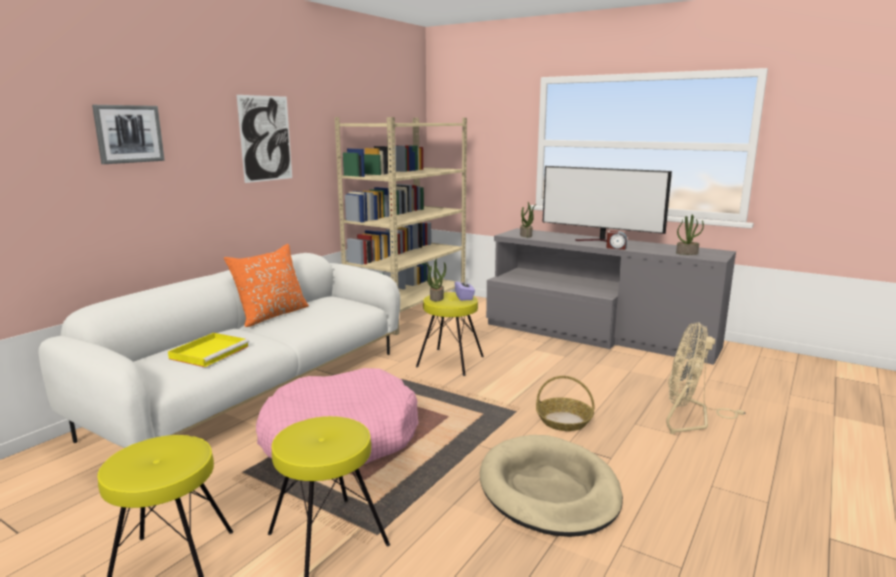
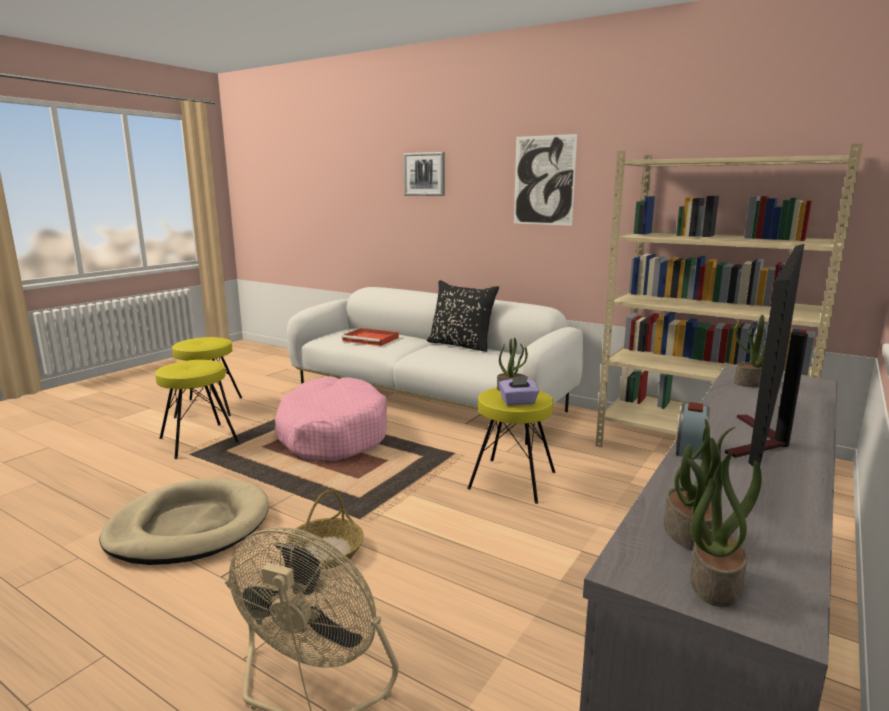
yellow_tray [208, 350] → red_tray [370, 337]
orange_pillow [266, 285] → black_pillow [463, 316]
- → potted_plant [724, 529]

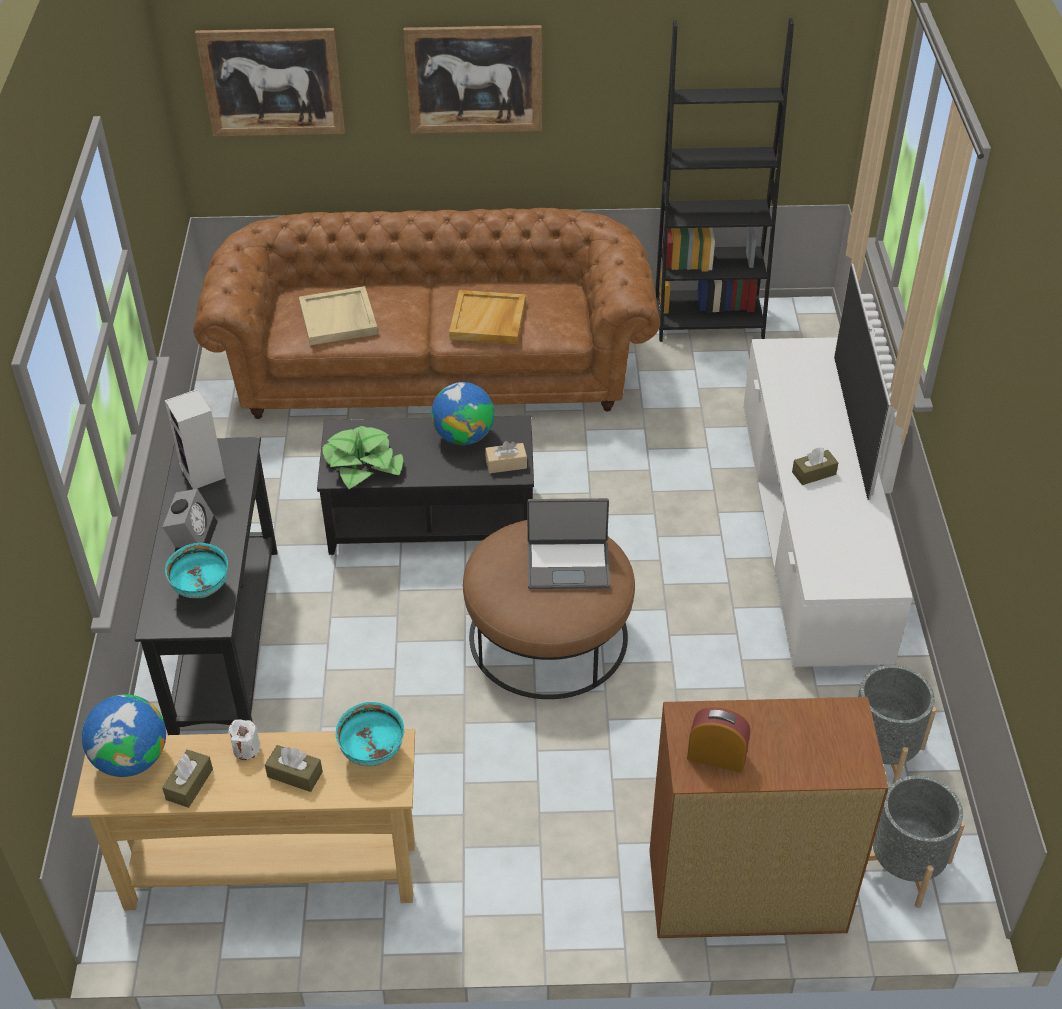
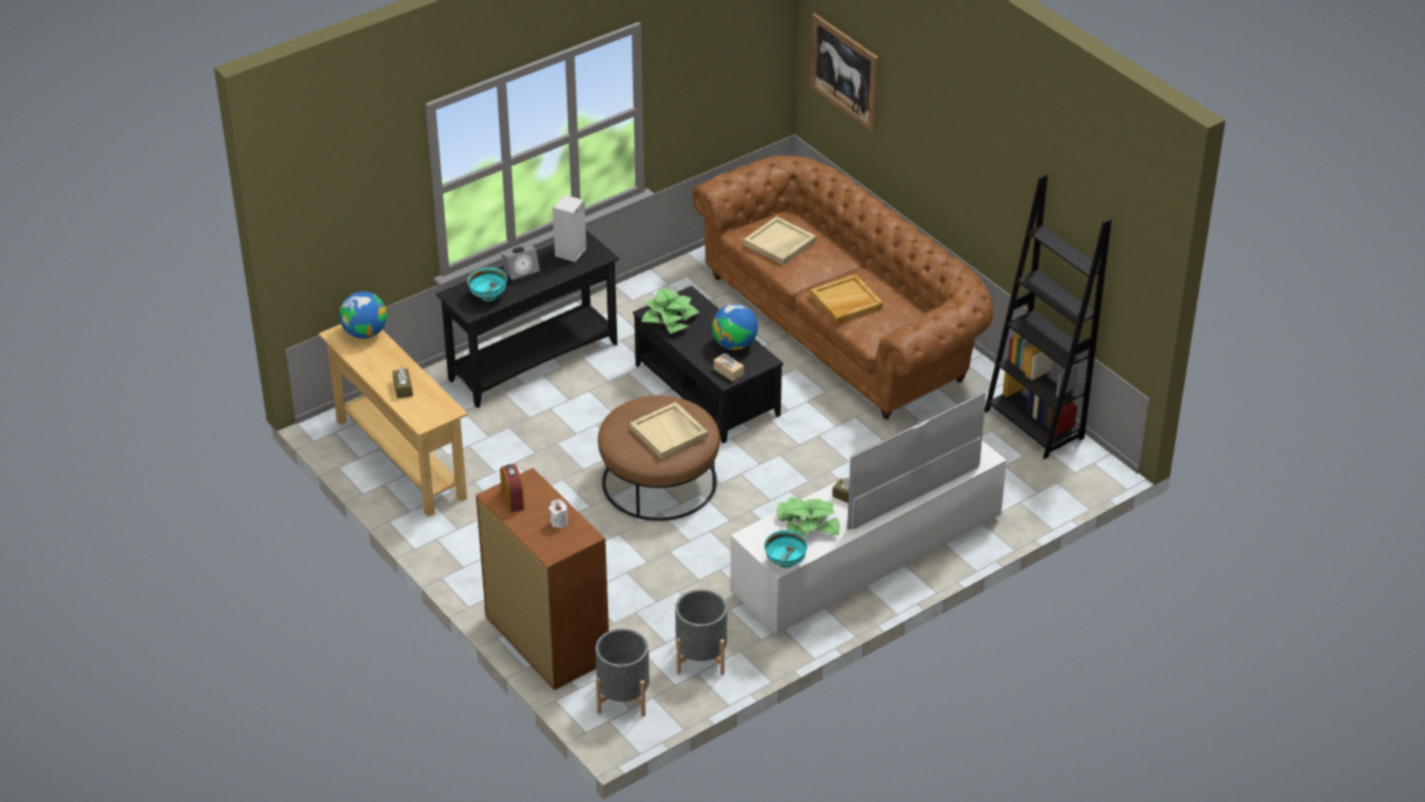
white_candle [244, 739] → white_candle [558, 514], relocated
laptop [568, 543] → beige_tray [669, 430]
turquoise_bowl [370, 734] → turquoise_bowl [786, 549], relocated
- → potted_plant [808, 517]
brown_tissue_box [187, 779] → -
picture [473, 79] → -

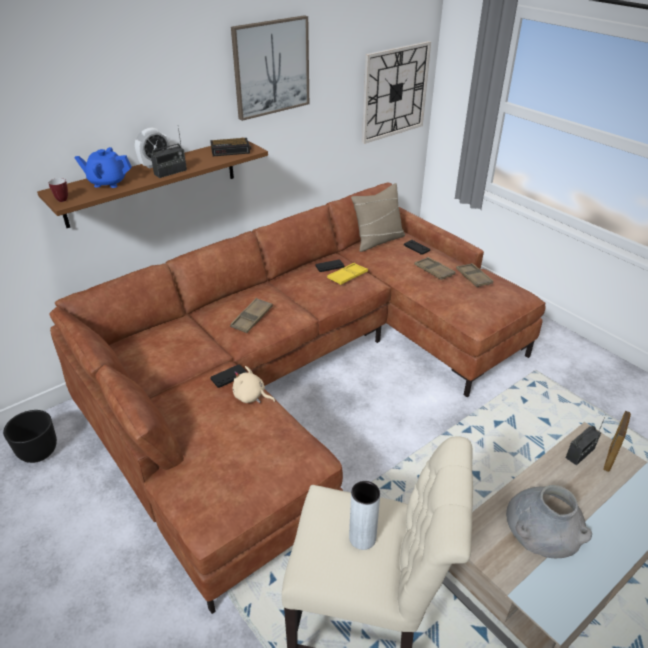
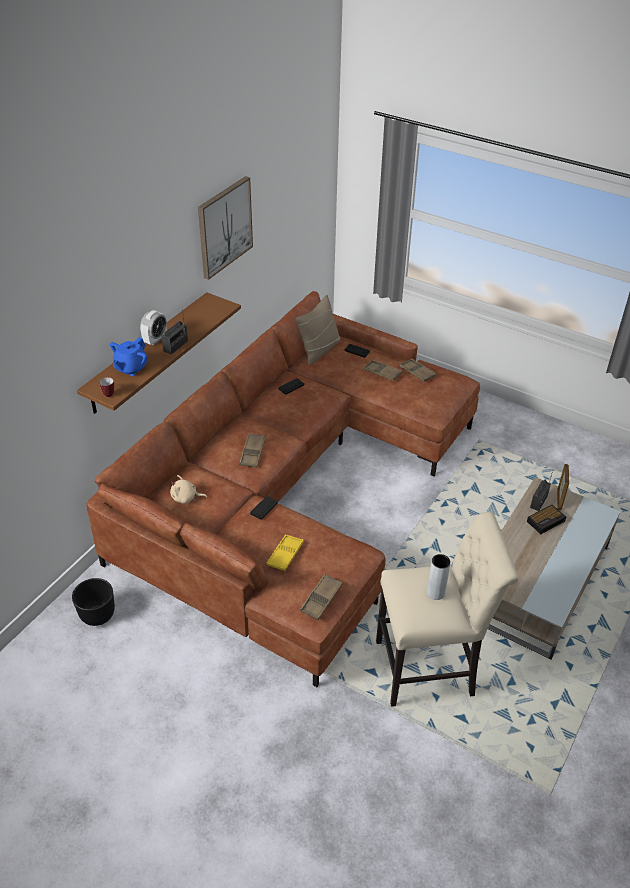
blue_teapot [103, 167] → blue_teapot [128, 356], 45 degrees counterclockwise
beige_plush_toy [254, 384] → beige_plush_toy [188, 489], relocated
yellow_tray [347, 274] → yellow_tray [285, 552], relocated
- → brown_tray [321, 597]
alarm_clock [230, 147] → alarm_clock [546, 519], relocated
wall_clock [396, 92] → -
grey_vase [549, 521] → -

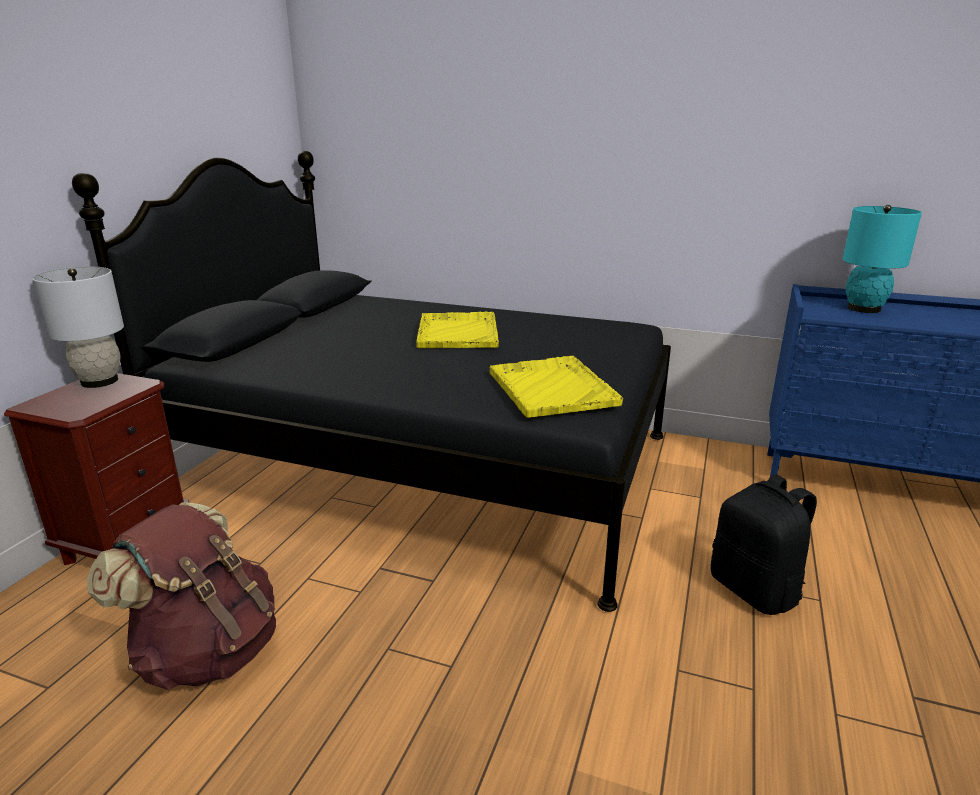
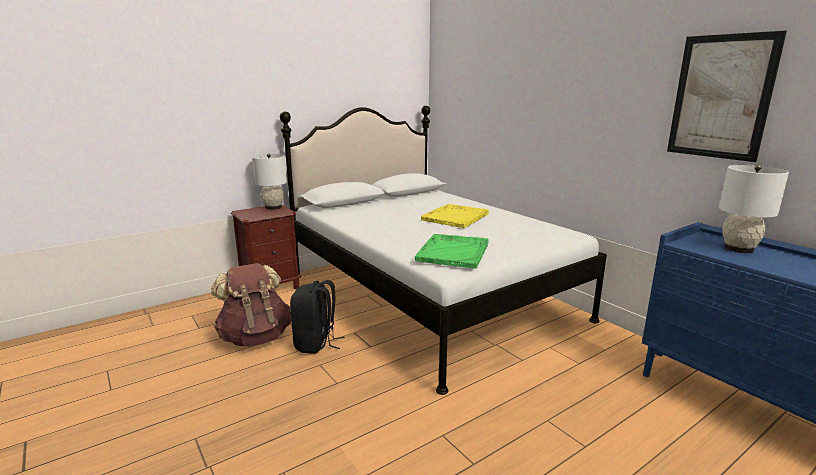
black_bed [371, 381] → white_bed [443, 250]
black_backpack [764, 544] → black_backpack [317, 317], relocated
yellow_tray [556, 387] → green_tray [452, 251]
- → picture [727, 96]
turquoise_table_lamp [882, 259] → white_table_lamp [754, 209]

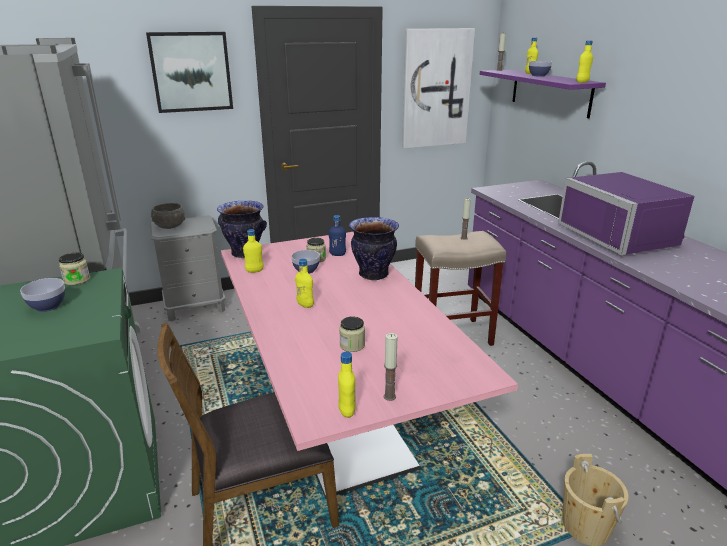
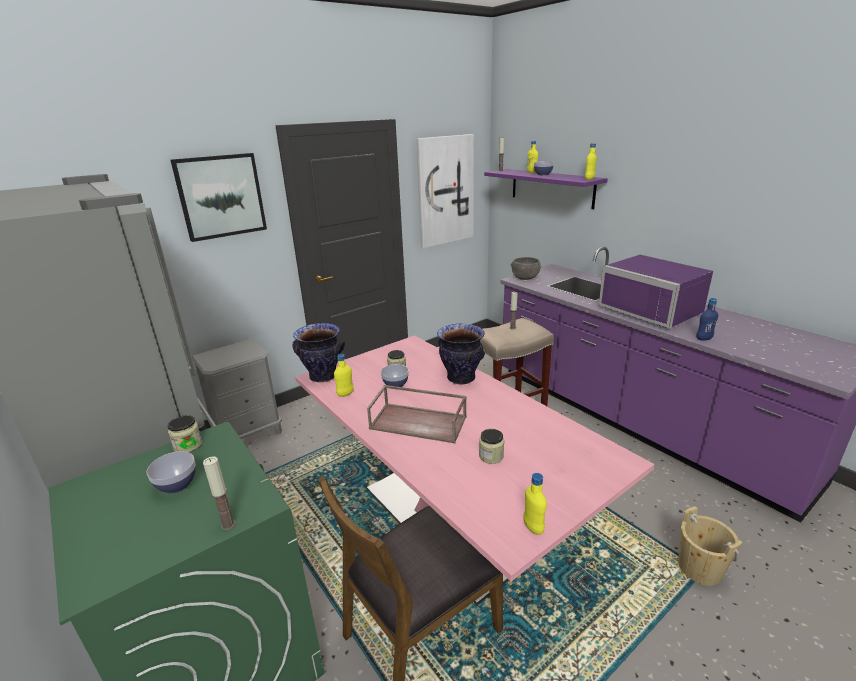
candle [390, 367] → candle [219, 493], relocated
yellow_bottle [304, 283] → brown_tray [417, 414]
grey_bowl [168, 216] → grey_bowl [525, 268], relocated
blue_bottle [337, 235] → blue_bottle [707, 319], relocated

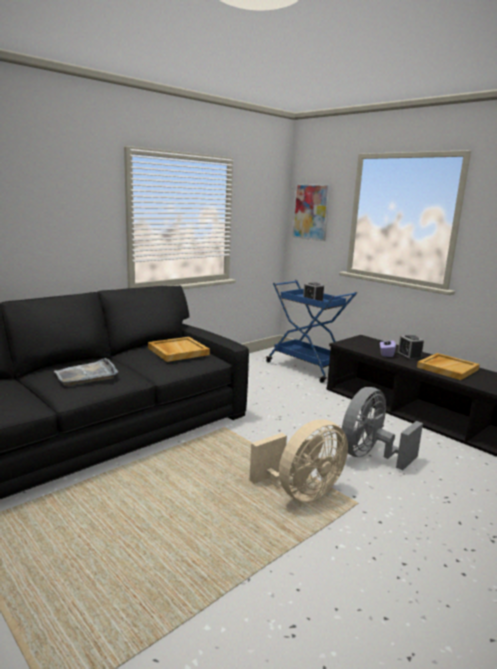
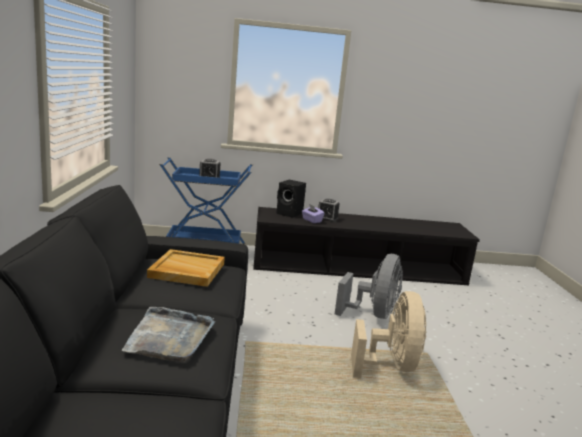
- → black_speaker [291, 199]
grey_fan [382, 428] → grey_fan [369, 286], 150 degrees counterclockwise
picture [311, 212] → -
beige_tray [448, 366] → -

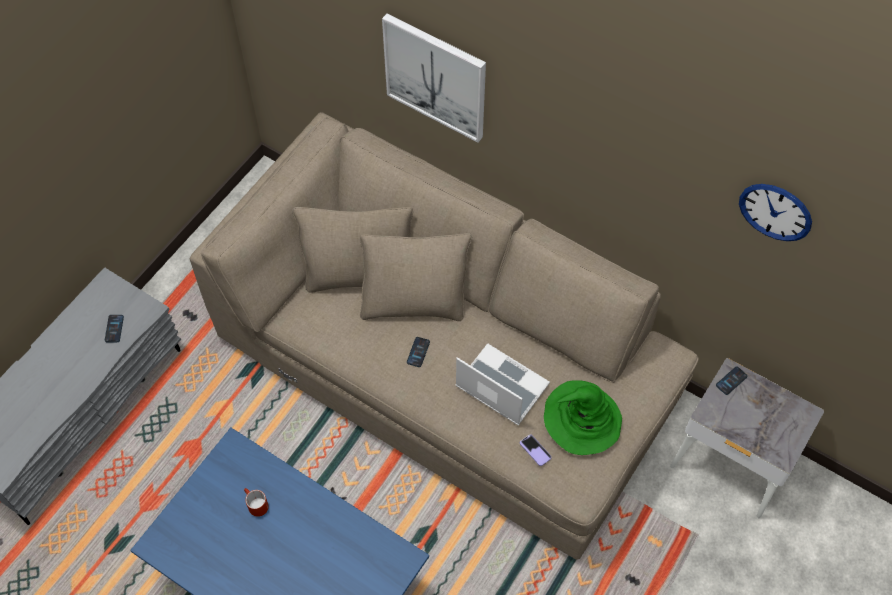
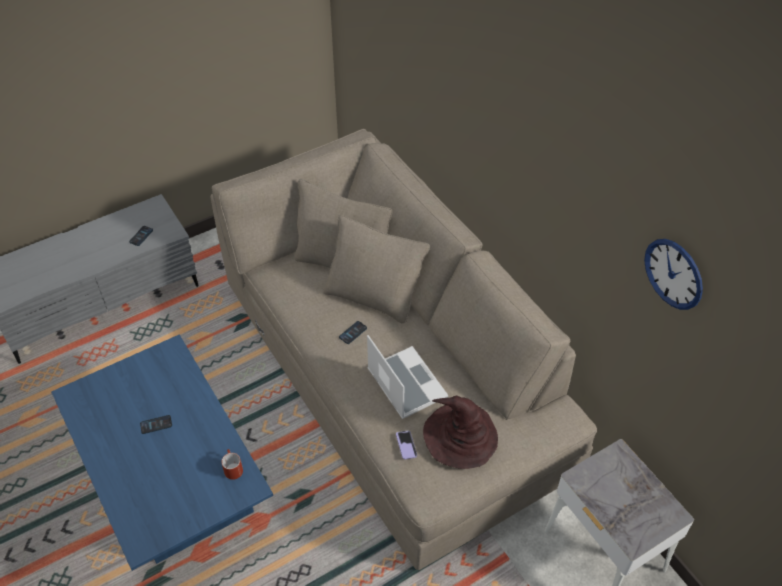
phone [731, 380] → phone [156, 424], relocated
red_mug [256, 502] → red_mug [232, 464], relocated
green_hat [583, 417] → brown_hat [460, 432]
picture [434, 78] → -

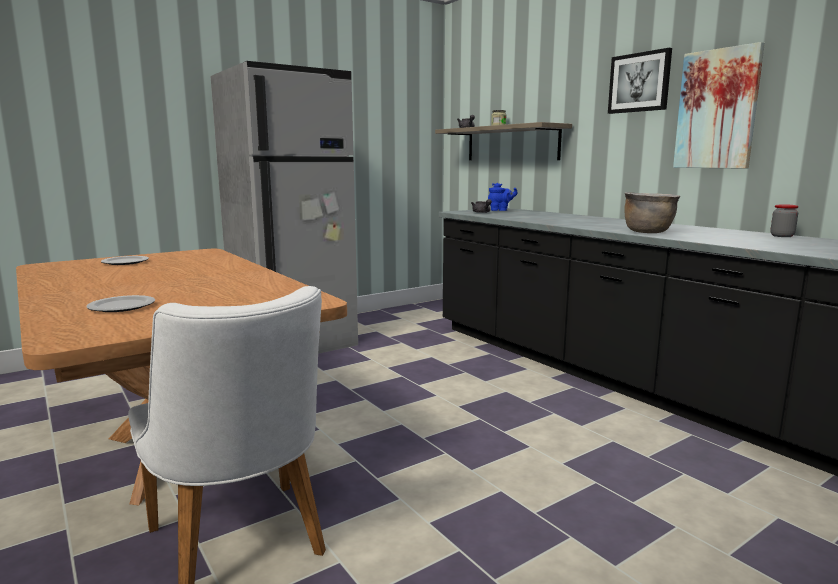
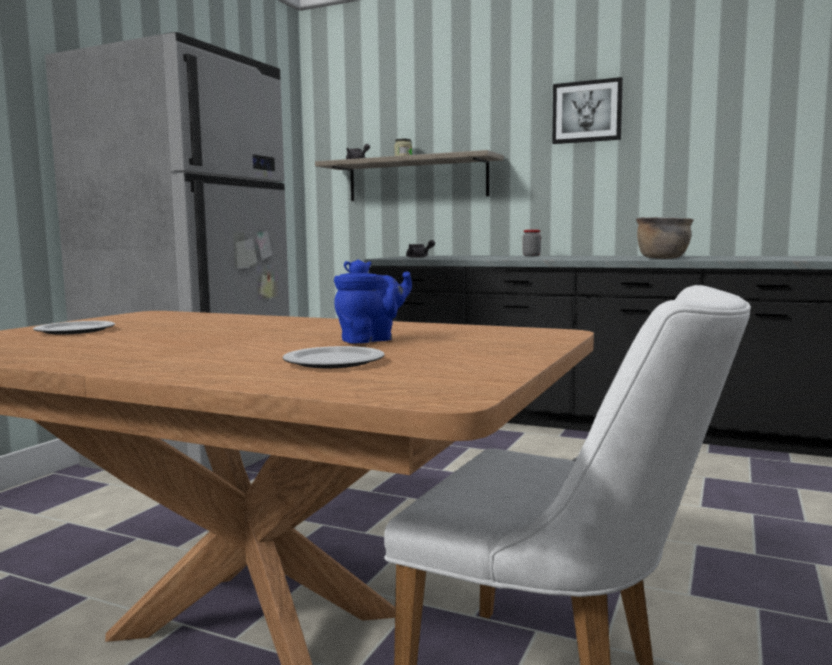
blue_teapot [503, 197] → blue_teapot [373, 301], relocated
jar [785, 220] → jar [532, 243], relocated
picture [719, 105] → -

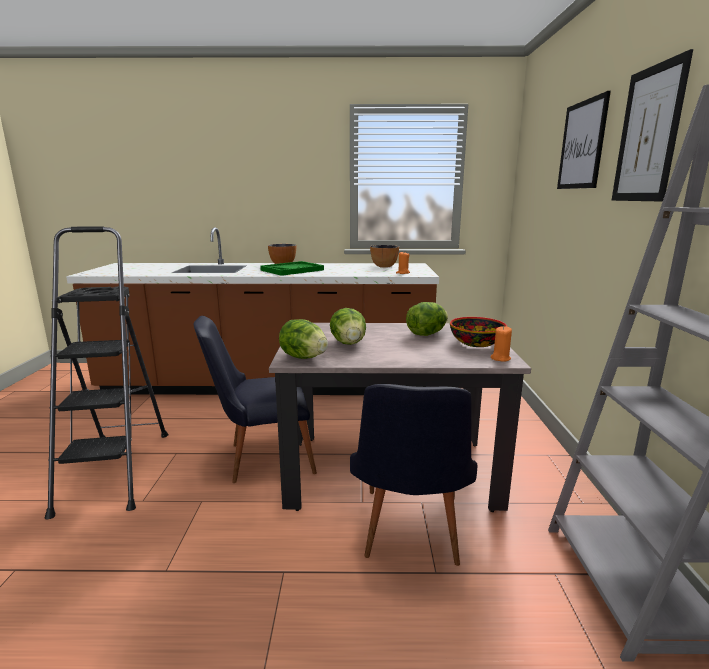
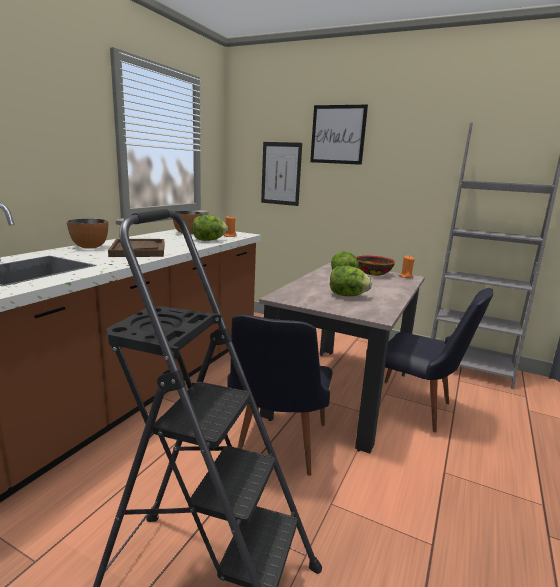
green_tray [292, 268] → brown_tray [136, 248]
lettuce [303, 339] → lettuce [210, 228], relocated
picture [652, 125] → picture [281, 174], relocated

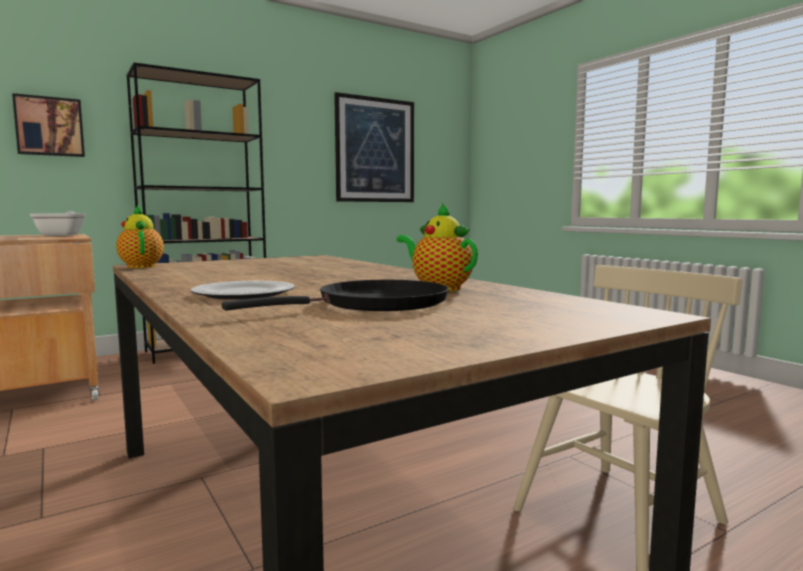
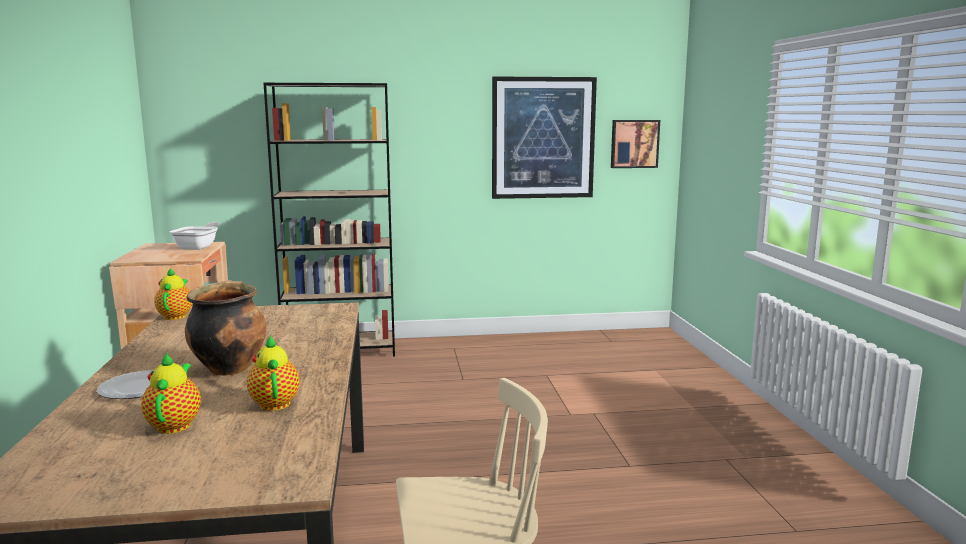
black_frying_pan [335, 295] → teapot [171, 393]
- → cooking_pot [225, 328]
picture [48, 125] → picture [635, 144], relocated

